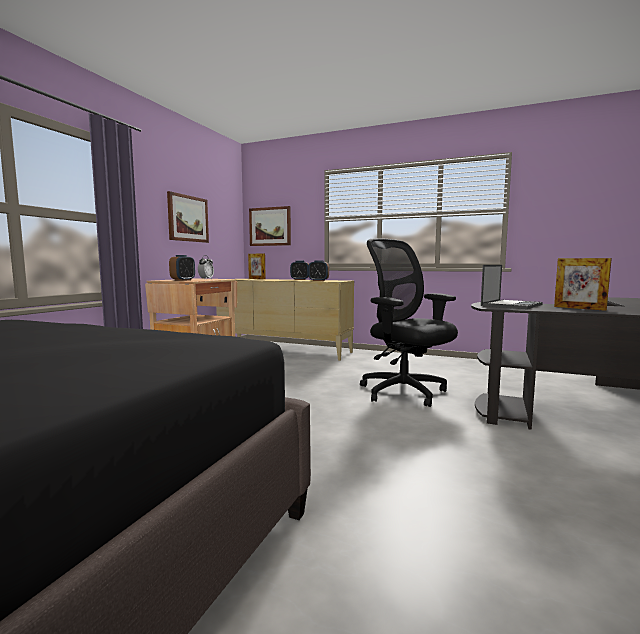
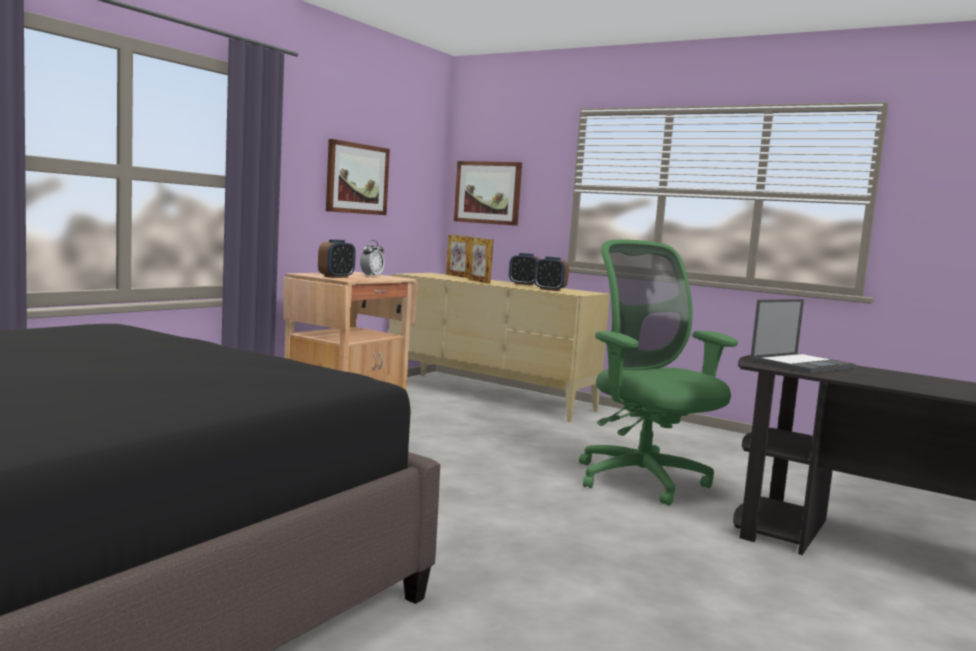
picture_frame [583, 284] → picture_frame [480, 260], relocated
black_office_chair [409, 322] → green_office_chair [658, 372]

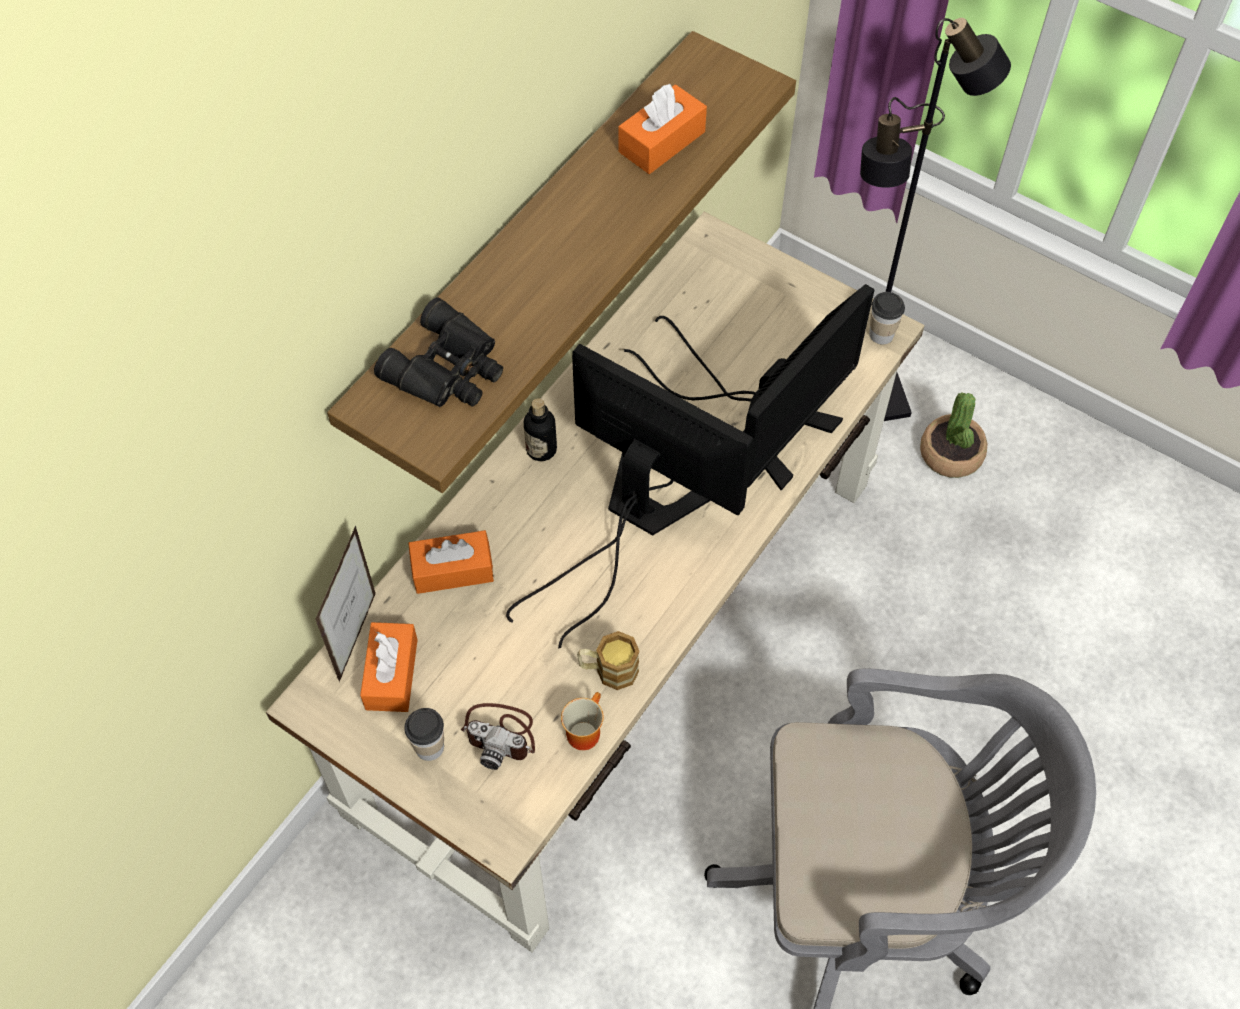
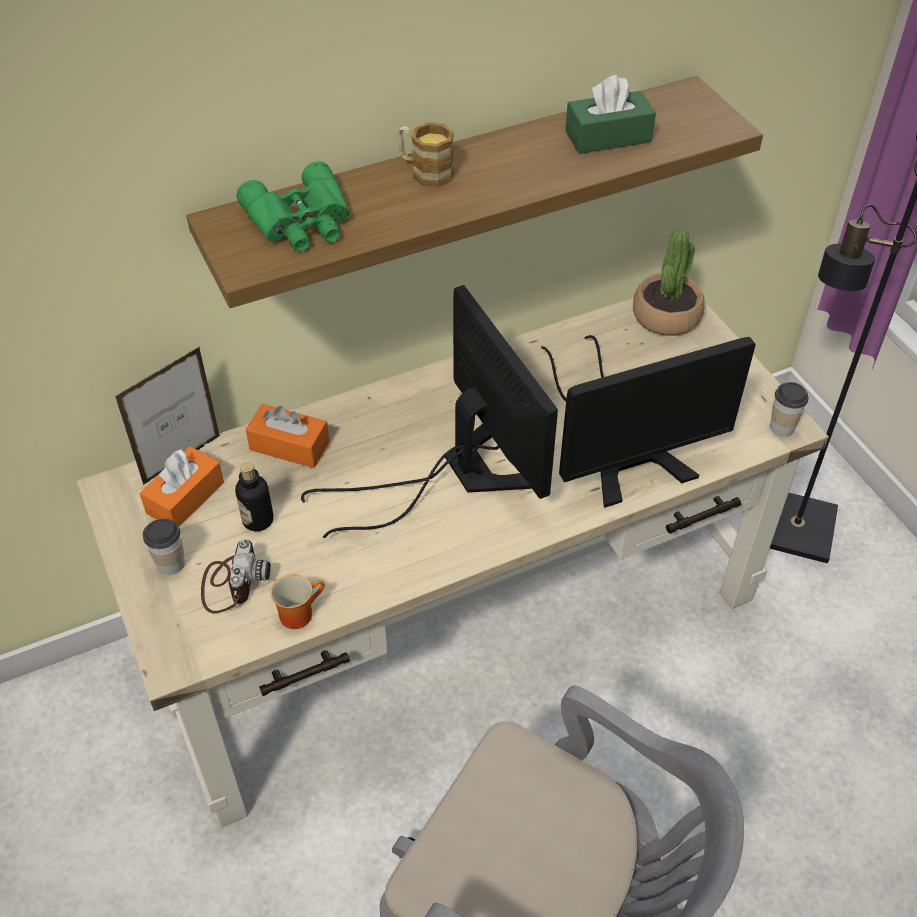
photo_camera [498, 736] → photo_camera [236, 576], 135 degrees counterclockwise
bottle [540, 429] → bottle [254, 496], relocated
black_binoculars [438, 352] → green_binoculars [293, 206]
mug [608, 660] → mug [426, 154], relocated
orange_tissue_box [662, 129] → green_tissue_box [610, 114]
potted_plant [953, 435] → potted_plant [669, 282], relocated

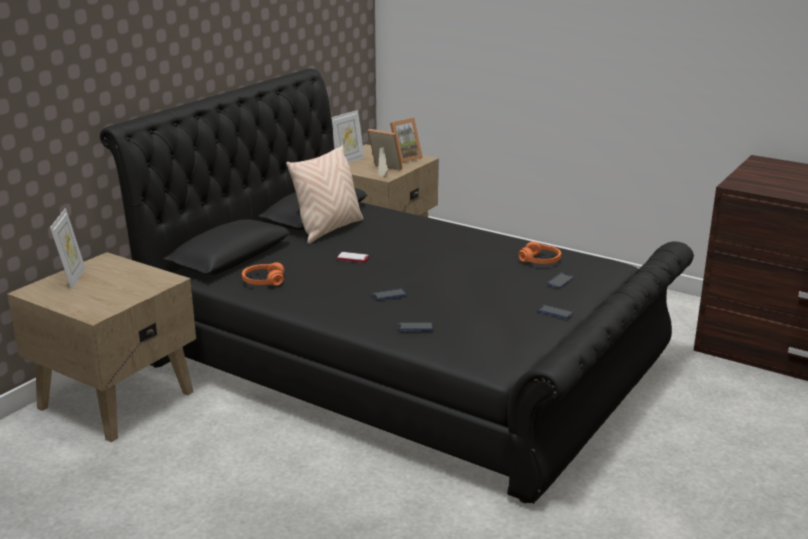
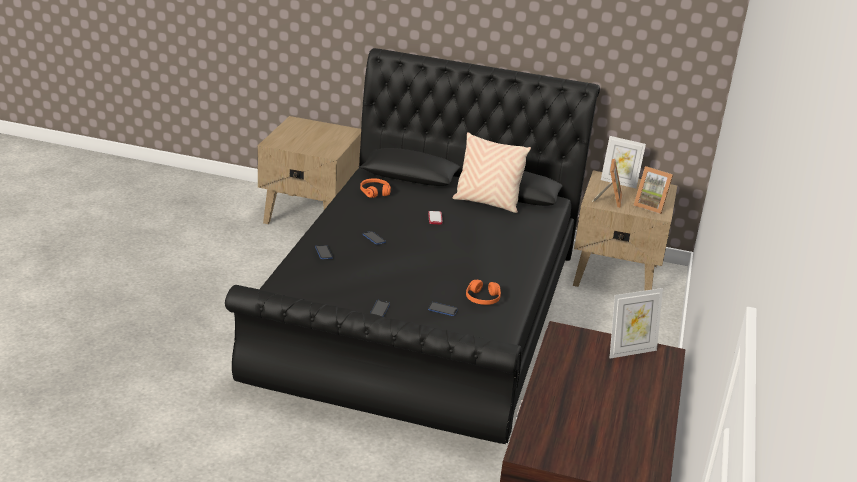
picture_frame [67, 249] → picture_frame [636, 323], relocated

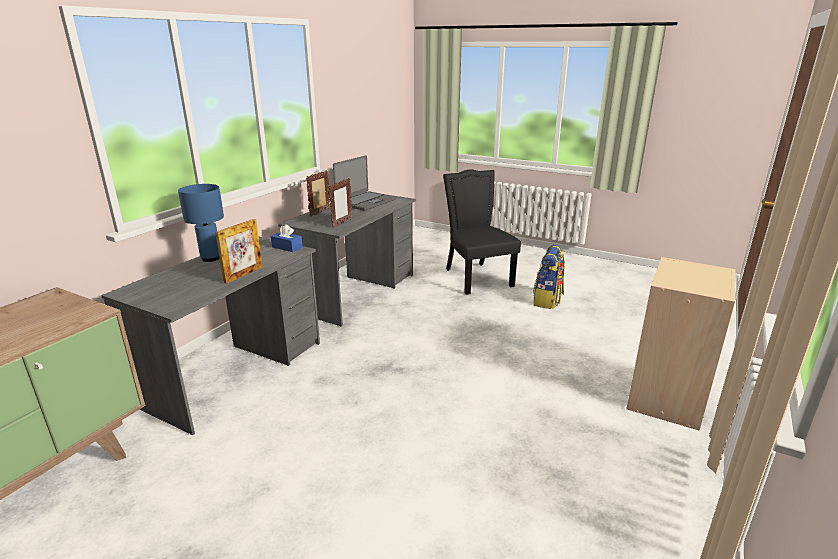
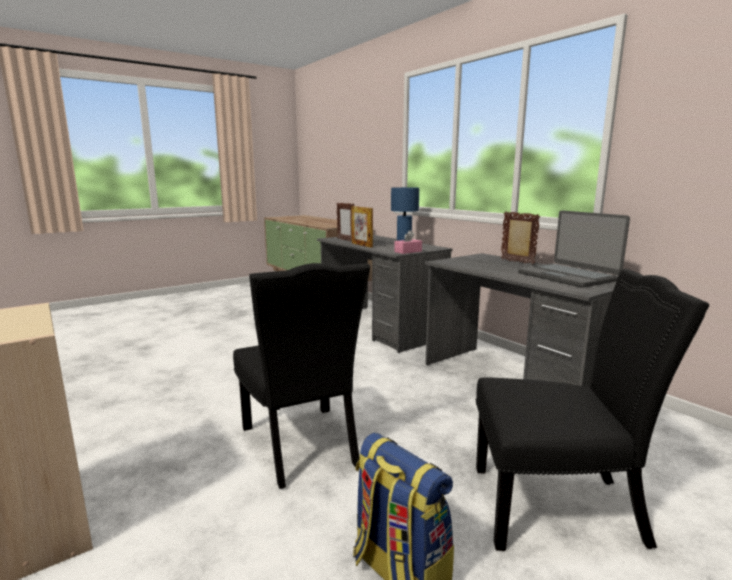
- → black_chair [301, 376]
picture_frame [340, 203] → picture_frame [345, 222], relocated
blue_tissue_box [287, 238] → pink_tissue_box [408, 242]

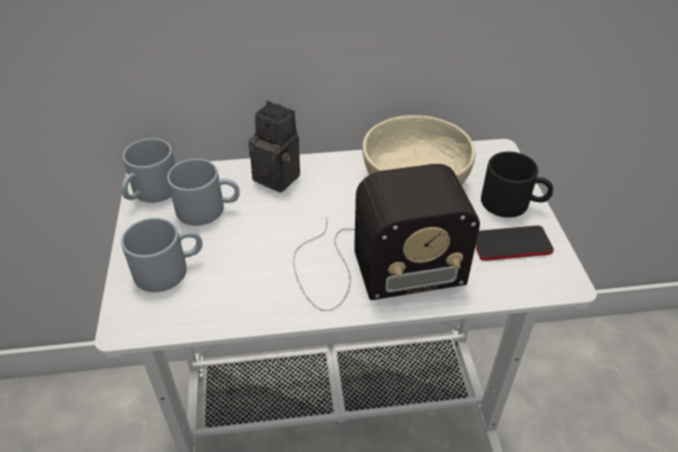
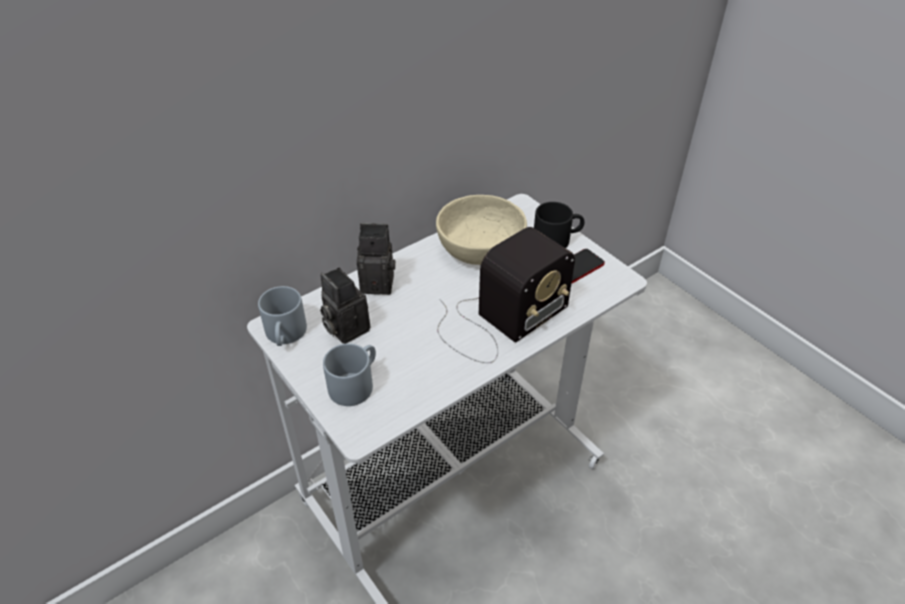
grey_mug [203, 192] → photo_camera [345, 305]

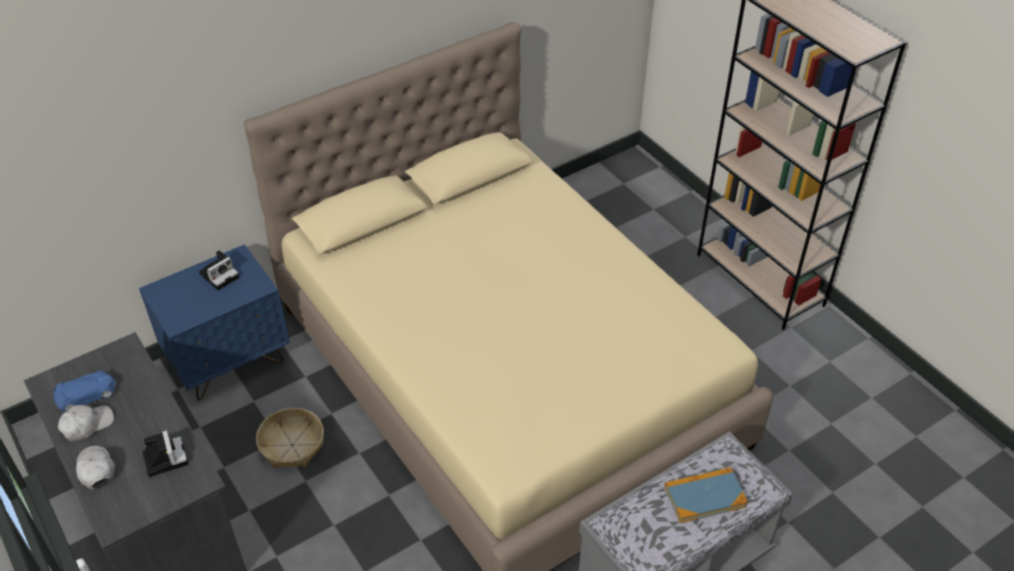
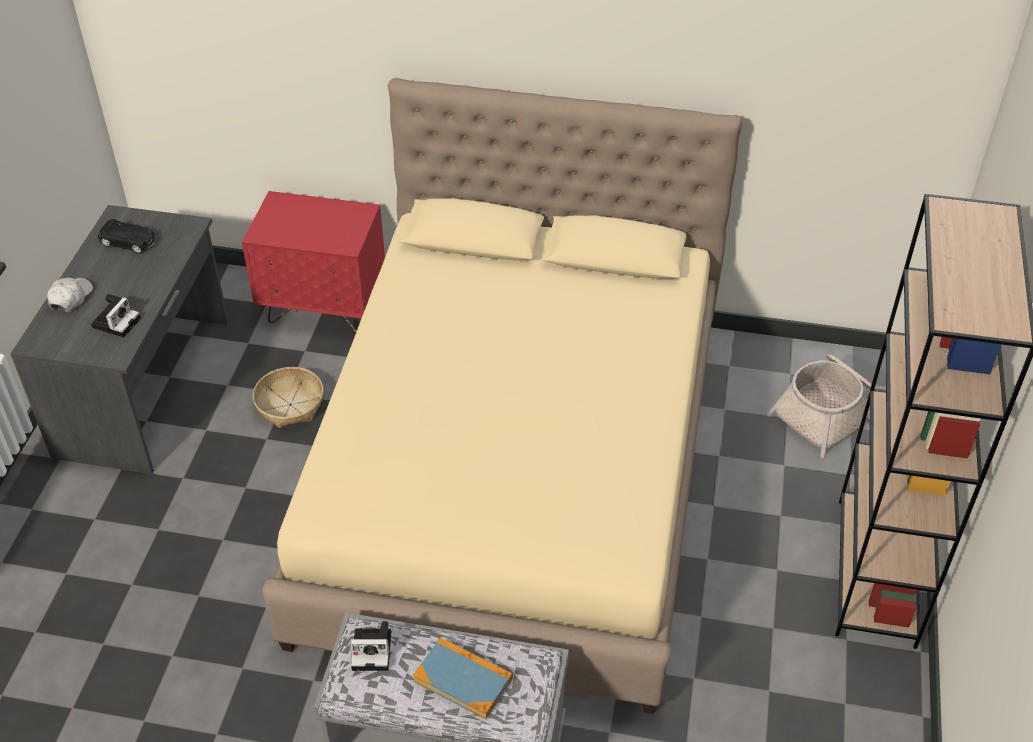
blue_toy_car [84, 391] → black_toy_car [126, 236]
blue_nightstand [214, 322] → red_nightstand [313, 261]
photo_camera [219, 270] → photo_camera [370, 646], relocated
- → basket [822, 406]
white_cap [86, 423] → -

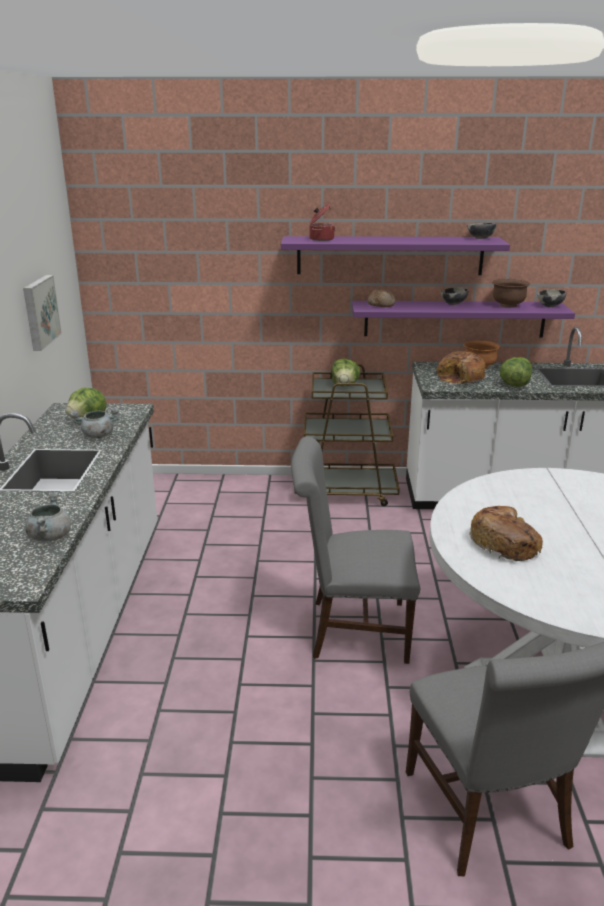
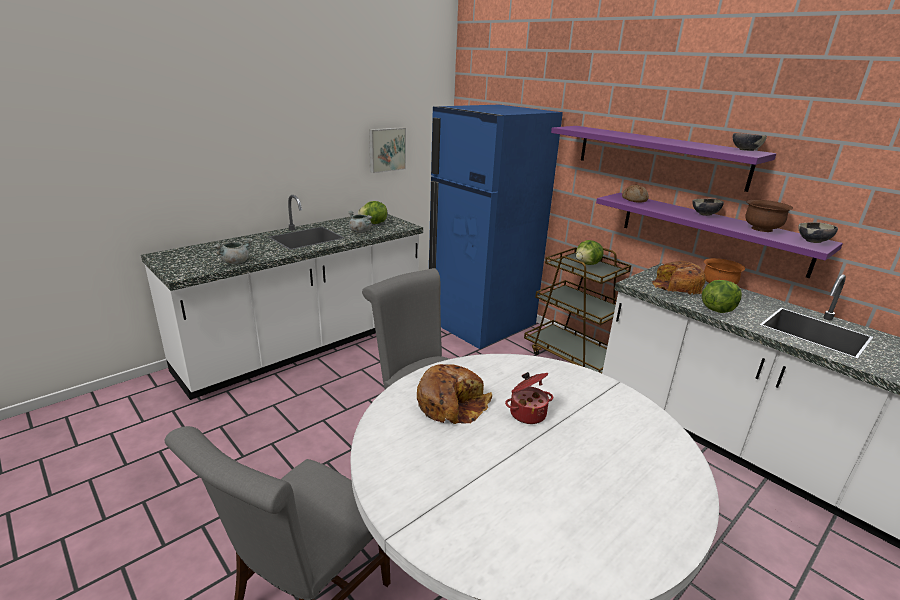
- → blue_fridge [496, 227]
cooking_pot [322, 222] → cooking_pot [529, 398], relocated

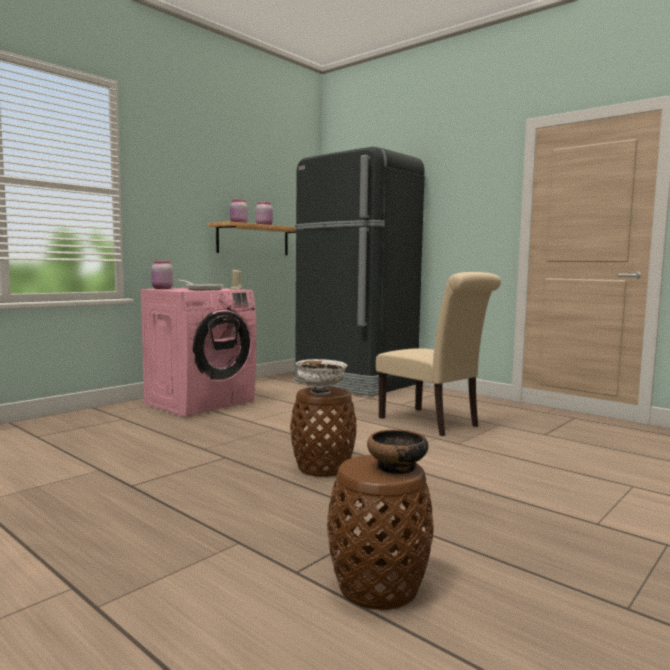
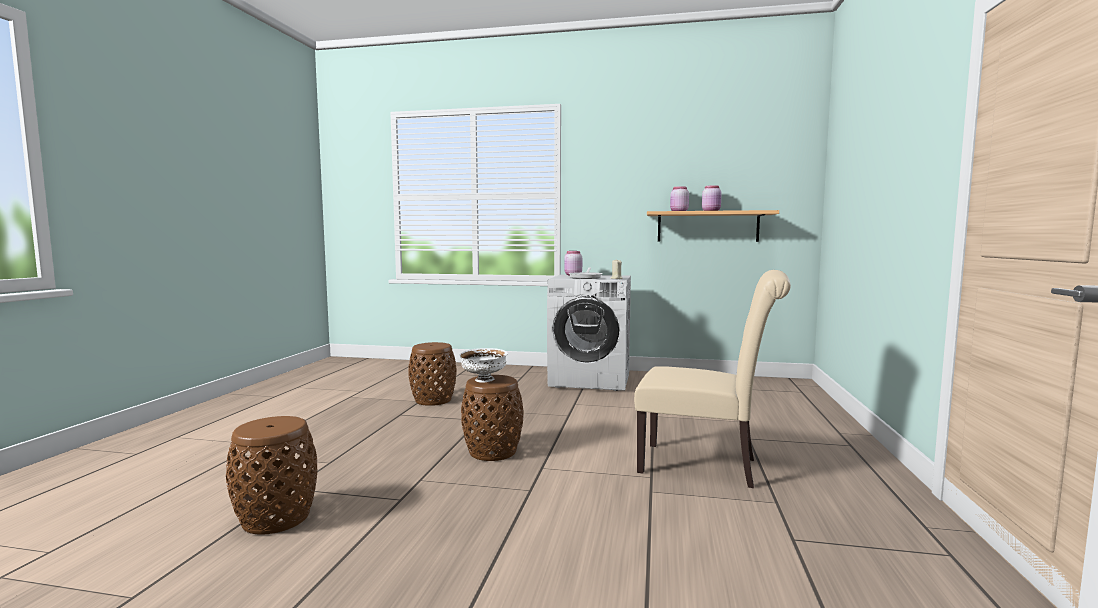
- → brown_stool [432, 374]
pink_washing_machine [198, 352] → white_washing_machine [589, 333]
beige_chair [438, 354] → beige_chair [712, 379], 90 degrees counterclockwise
black_fridge [359, 271] → -
bowl [397, 452] → -

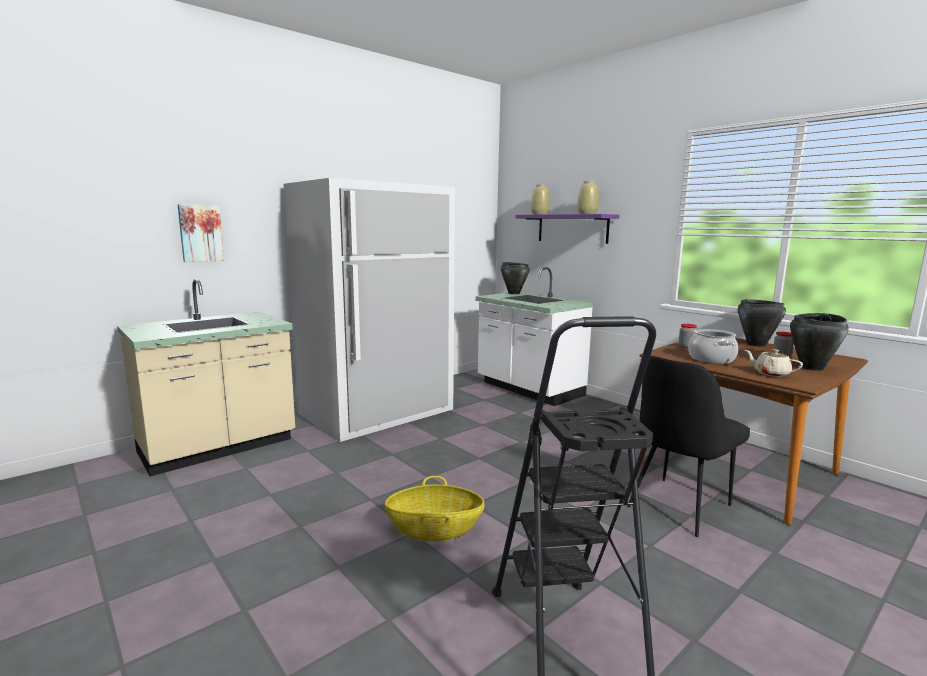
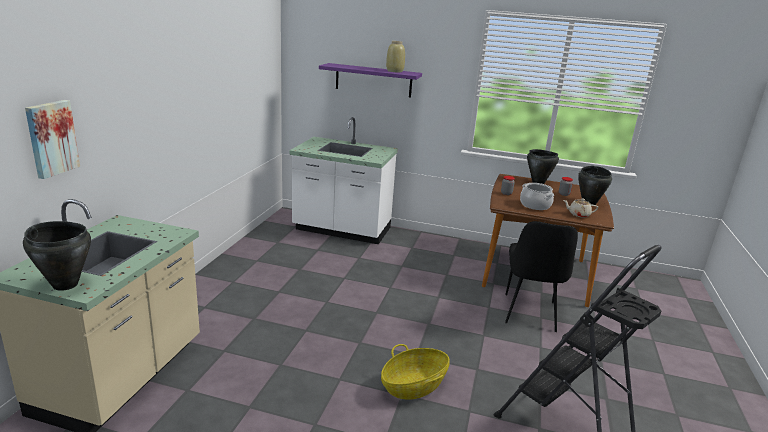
black_cooking_pot [515, 278] → black_cooking_pot [57, 256], relocated
white_fridge [369, 310] → -
beige_vase [540, 199] → -

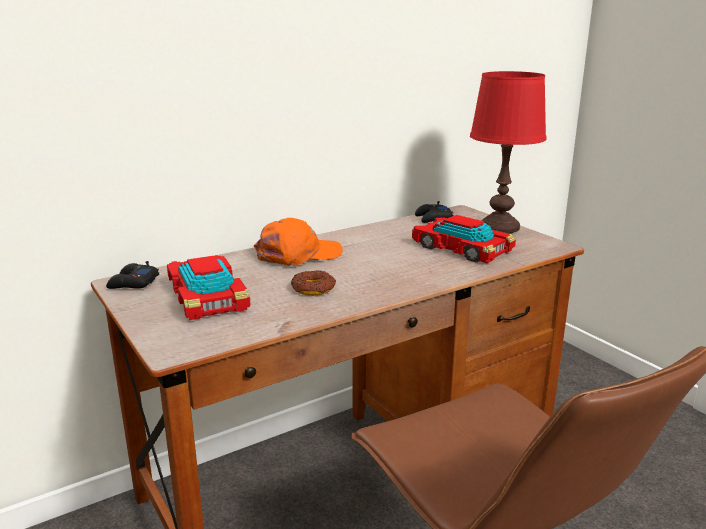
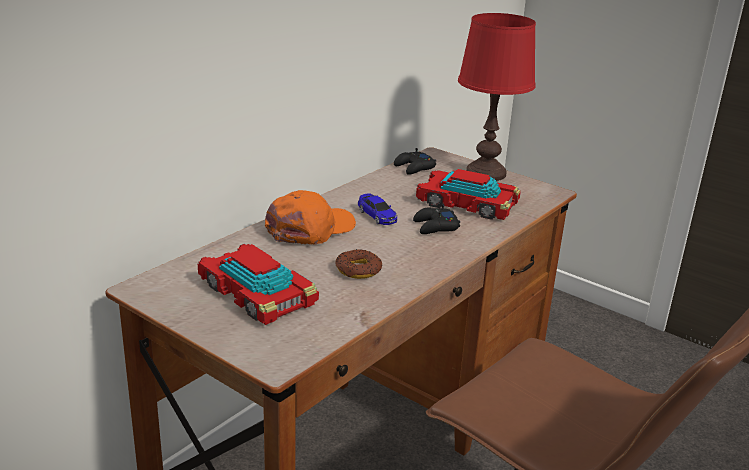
- → toy_car [377, 209]
black_game_controller [132, 275] → black_game_controller [436, 219], relocated

